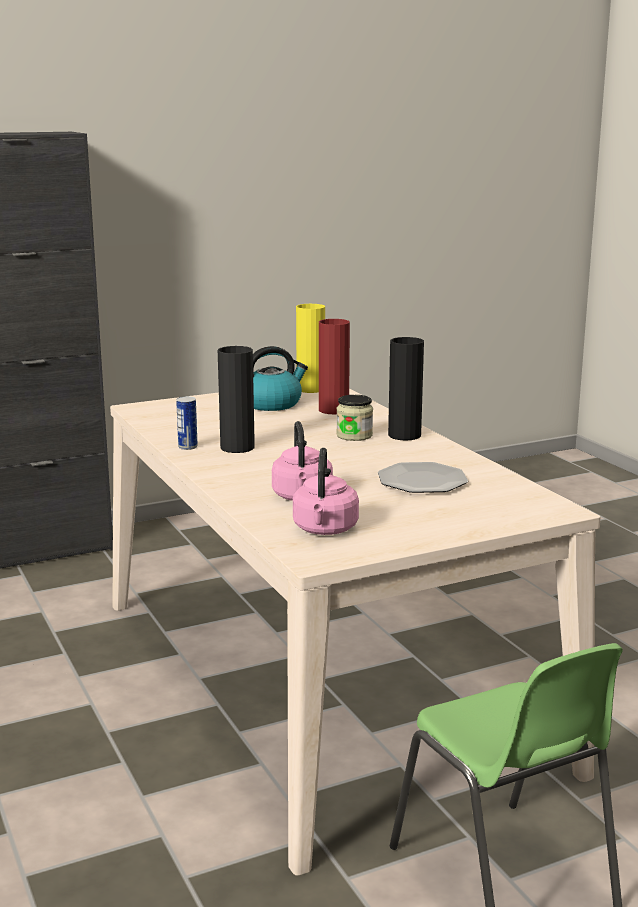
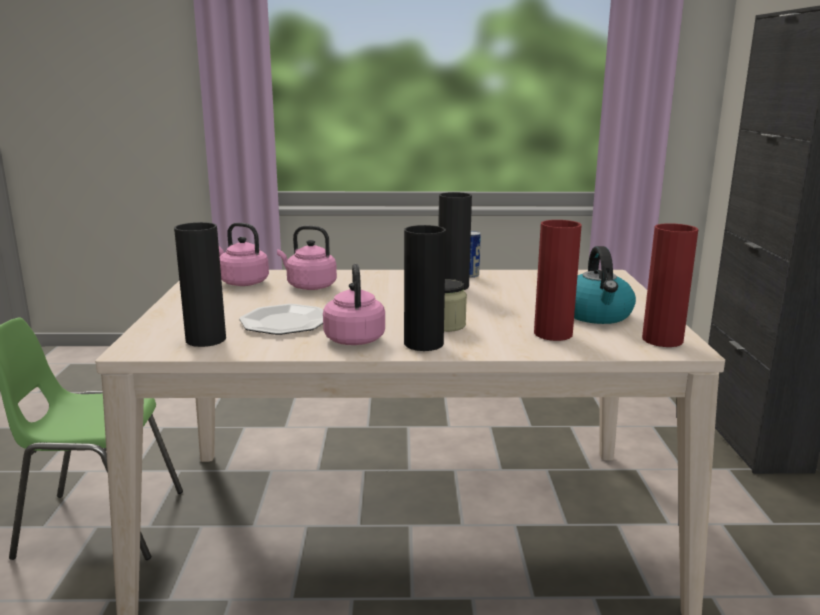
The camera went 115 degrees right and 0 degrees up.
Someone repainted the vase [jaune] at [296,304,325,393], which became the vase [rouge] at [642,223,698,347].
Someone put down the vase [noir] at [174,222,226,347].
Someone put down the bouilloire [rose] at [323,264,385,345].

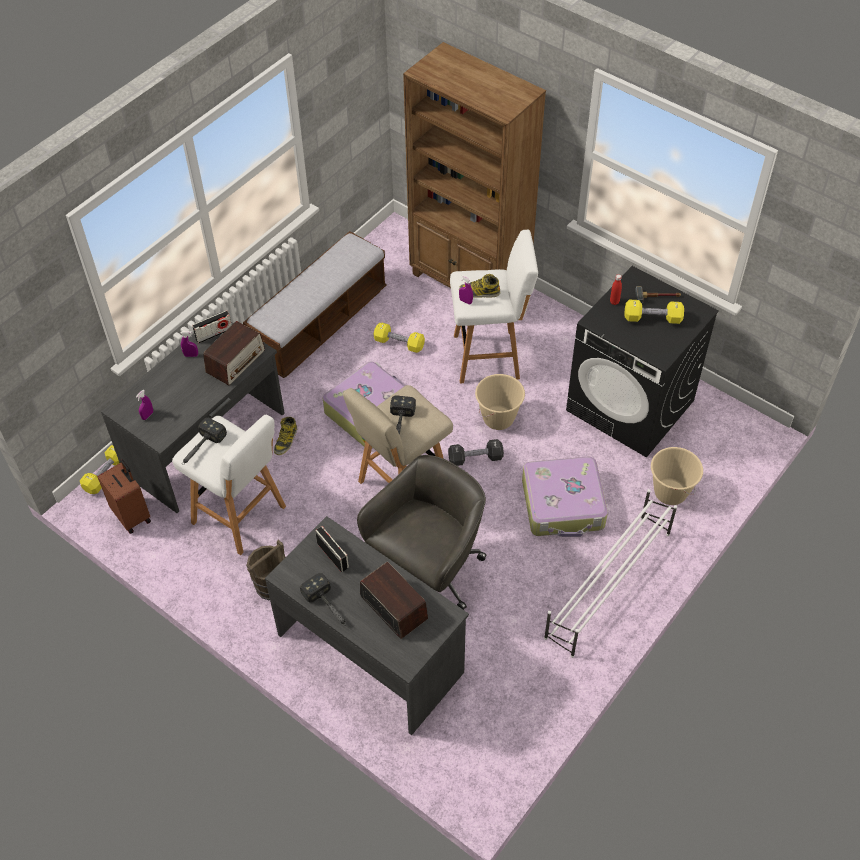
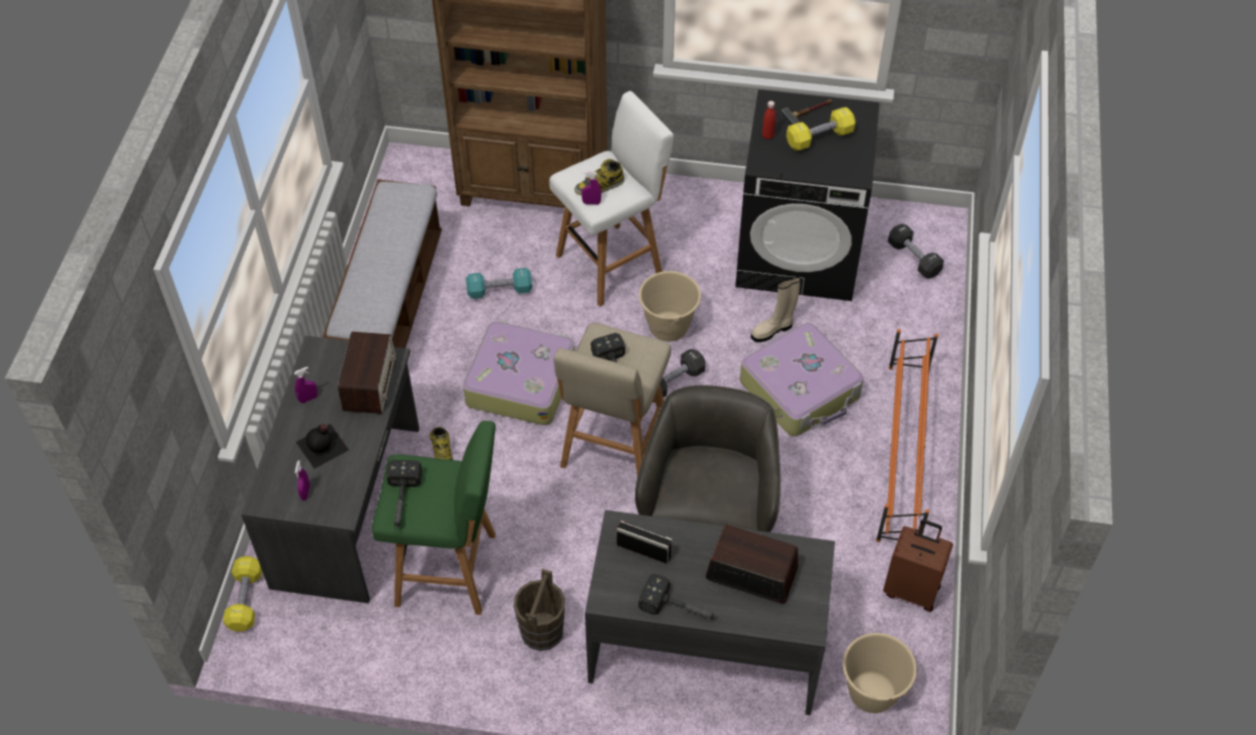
The camera went 30 degrees left and 0 degrees up.
Someone took away the radio at [192,310,232,344].
Someone repainted the haltère [jaune] at [373,323,425,353], which became the haltère [turquoise] at [466,268,532,299].
Someone repainted the tabouret [blanc] at [172,414,286,555], which became the tabouret [vert] at [372,421,496,615].
Someone carried the seau [beige] from [651,447,703,505] to [843,633,917,713].
Someone carried the valise [marron] from [97,460,151,534] to [883,520,953,612].
Someone repainted the étagère à chaussures [blanc] at [544,489,677,658], which became the étagère à chaussures [orange] at [876,329,938,542].
Someone put down the haltère [noir] at [888,224,944,279].
Someone put down the botte [beige] at [751,277,800,342].
Someone put down the bouteille [noir] at [296,424,349,469].

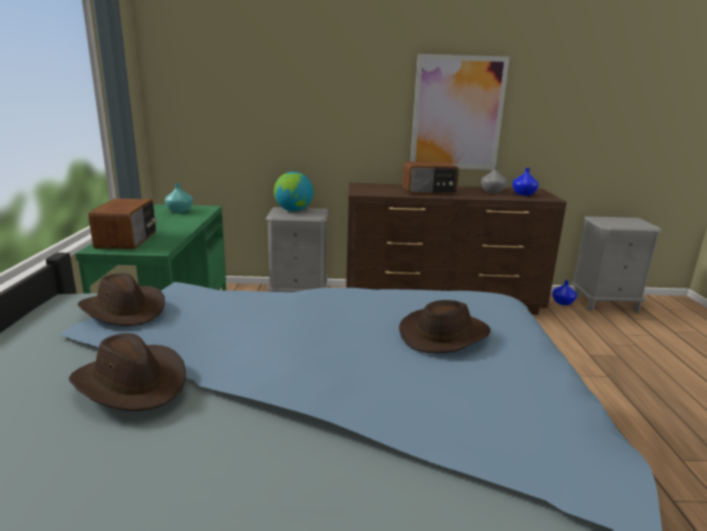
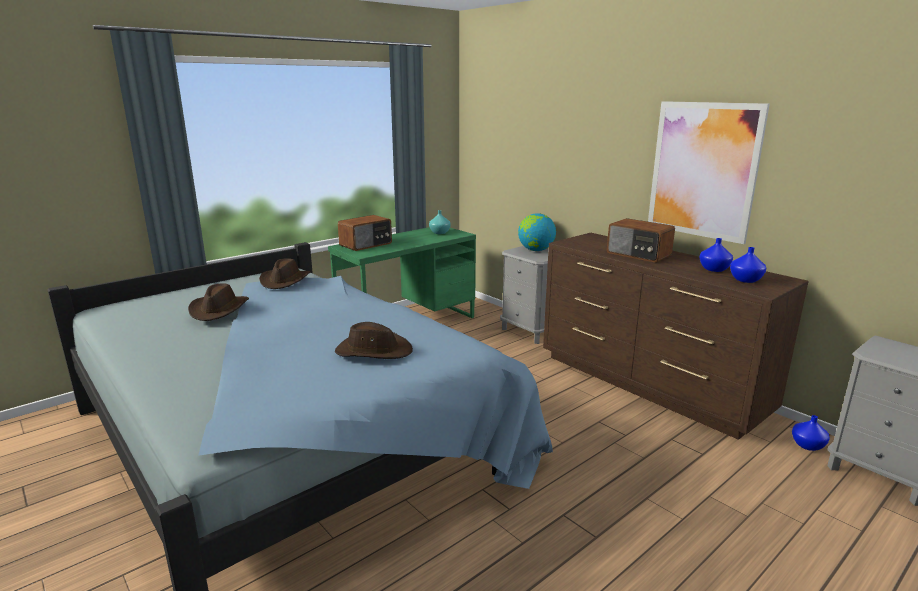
The camera went 50 degrees right and 0 degrees up.
Someone repainted the vase [gris] at [481,166,507,193], which became the vase [bleu] at [700,238,733,272].

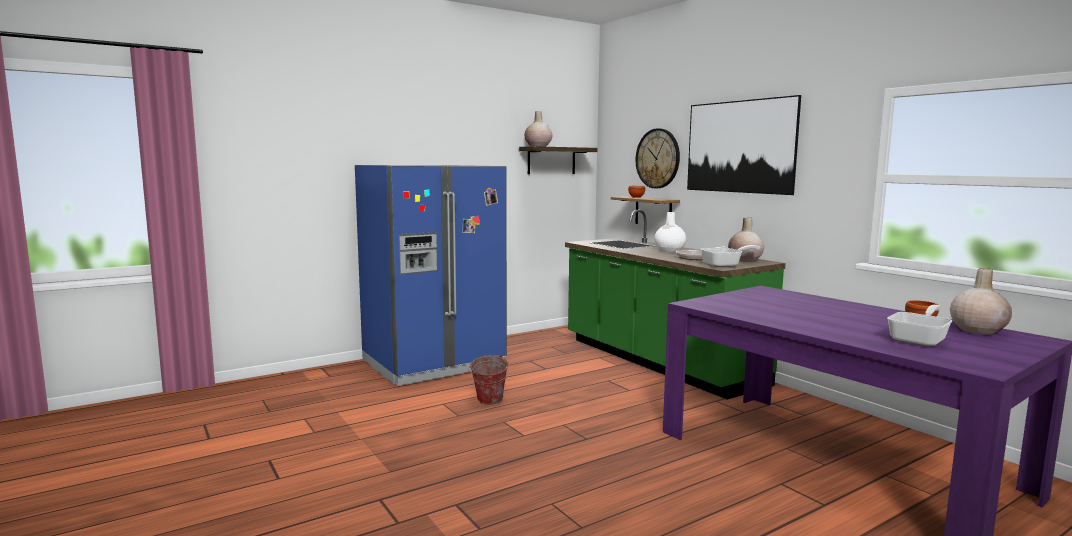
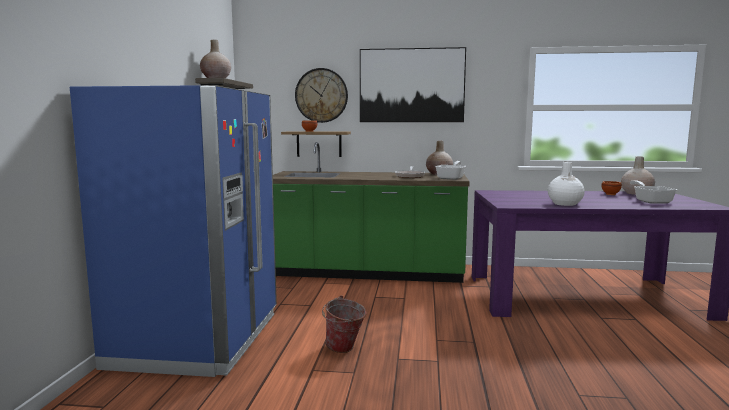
The camera went 50 degrees left and 0 degrees up.
Someone carried the vase [blanc] from [654,212,686,252] to [548,162,585,206].

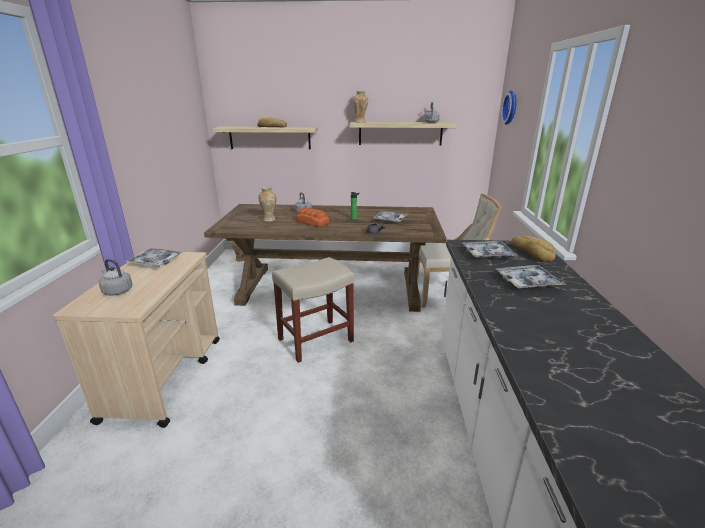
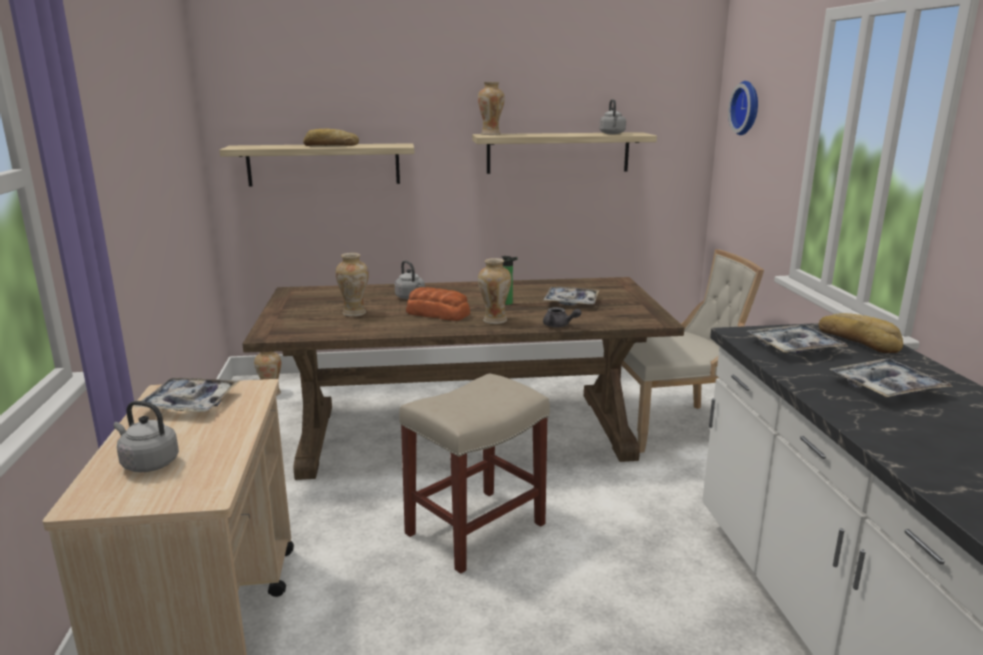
The camera went 10 degrees left and 5 degrees down.
Someone put down the vase at [478,258,511,324].

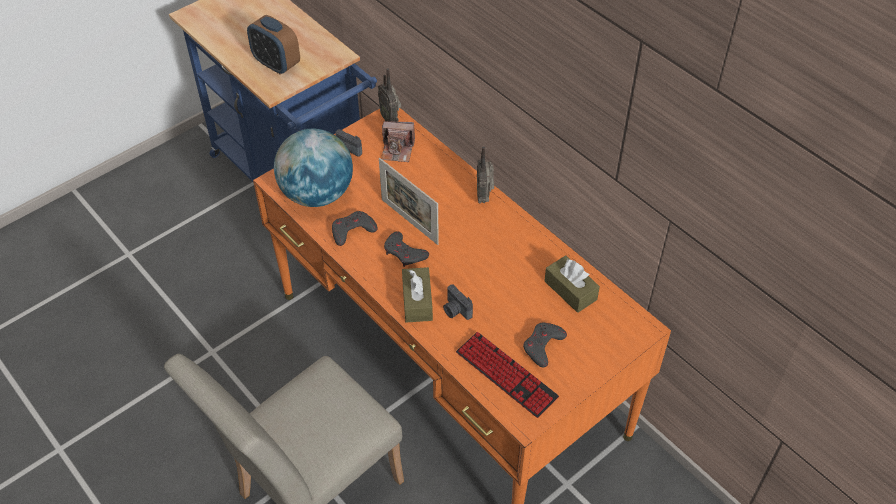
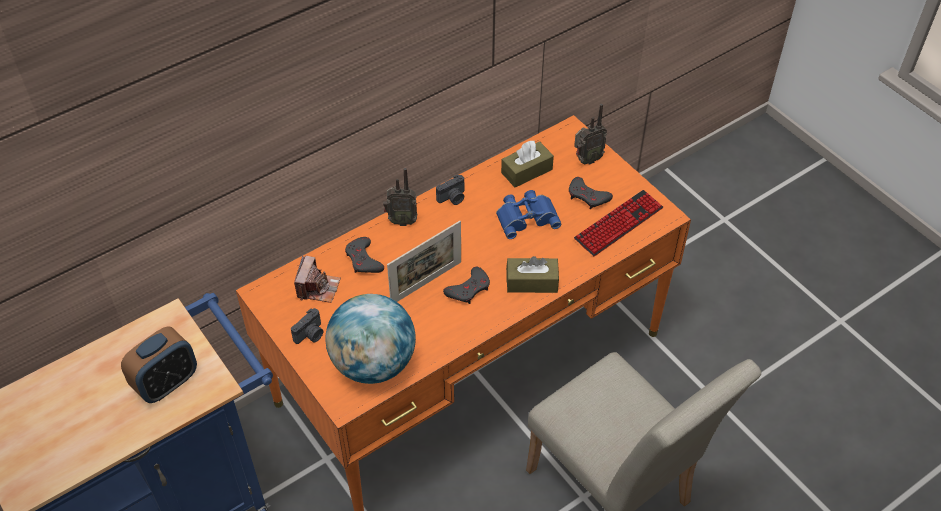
The camera went 85 degrees left and 0 degrees up.
Someone carried the radio from [378,68,401,122] to [574,104,607,164].
Someone carried the manette [gris] from [332,211,377,246] to [345,237,384,273].
Someone carried the appareil photo from [443,284,473,320] to [436,175,464,205].
Someone put down the jumelles [bleu] at [496,190,561,239].

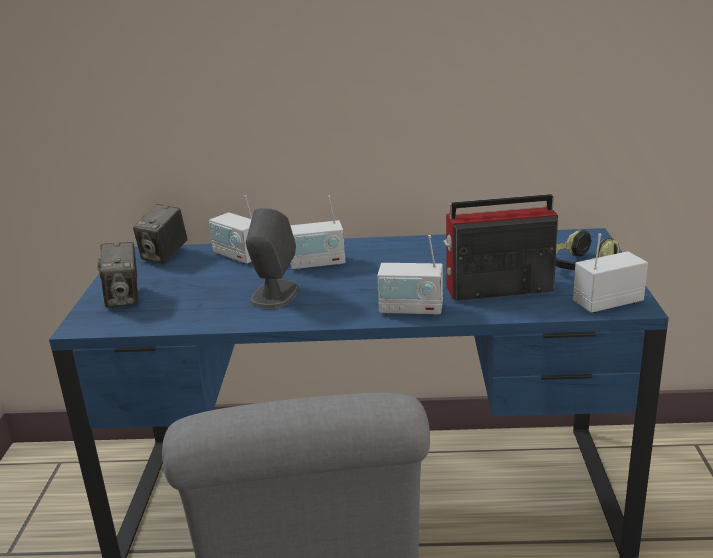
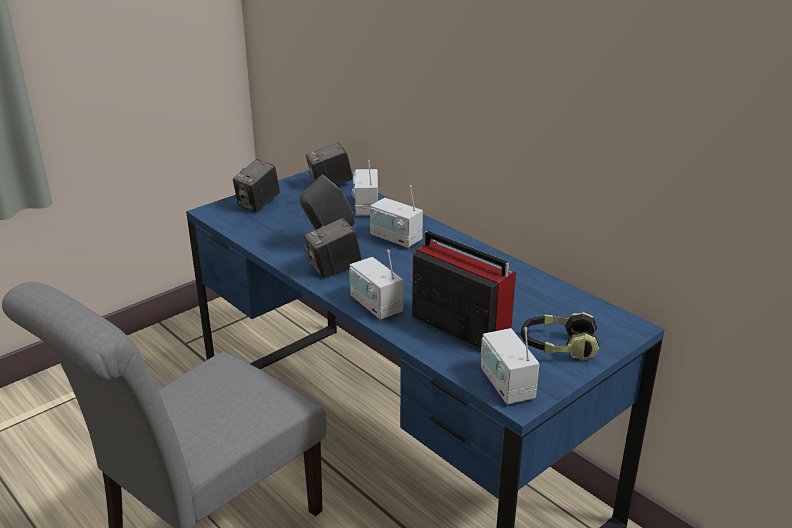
The camera went 45 degrees right and 5 degrees up.
Someone rotated the radio at [573,234,648,314] by 135 degrees counterclockwise.
Someone put down the appareil photo at [304,218,362,278].

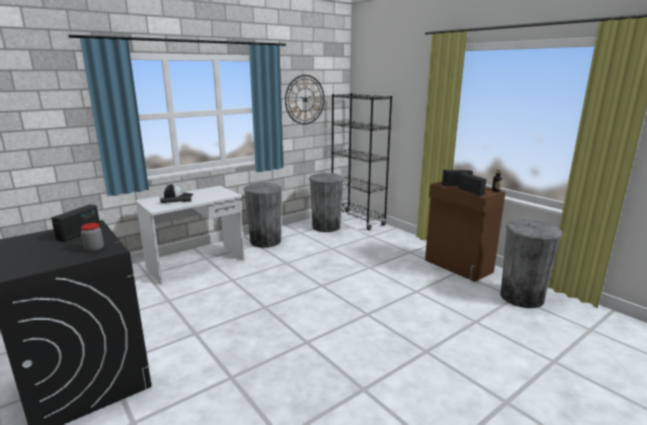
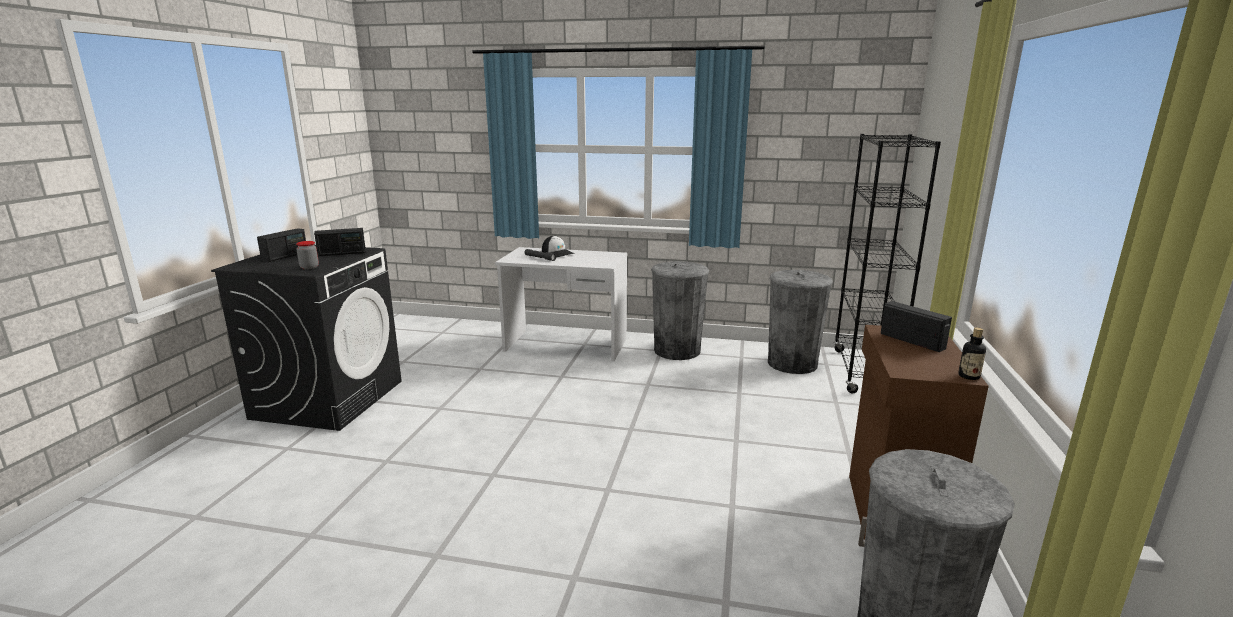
The camera went 50 degrees right and 0 degrees up.
Someone took away the horloge murale at [285,75,324,124].
Someone carried the radio from [459,173,486,196] to [257,228,306,262].

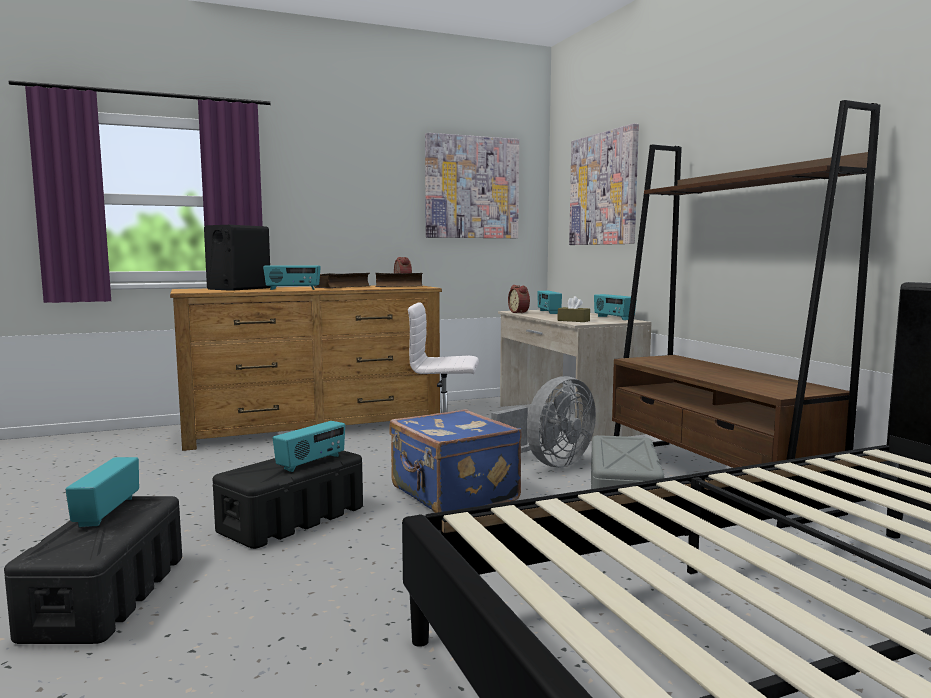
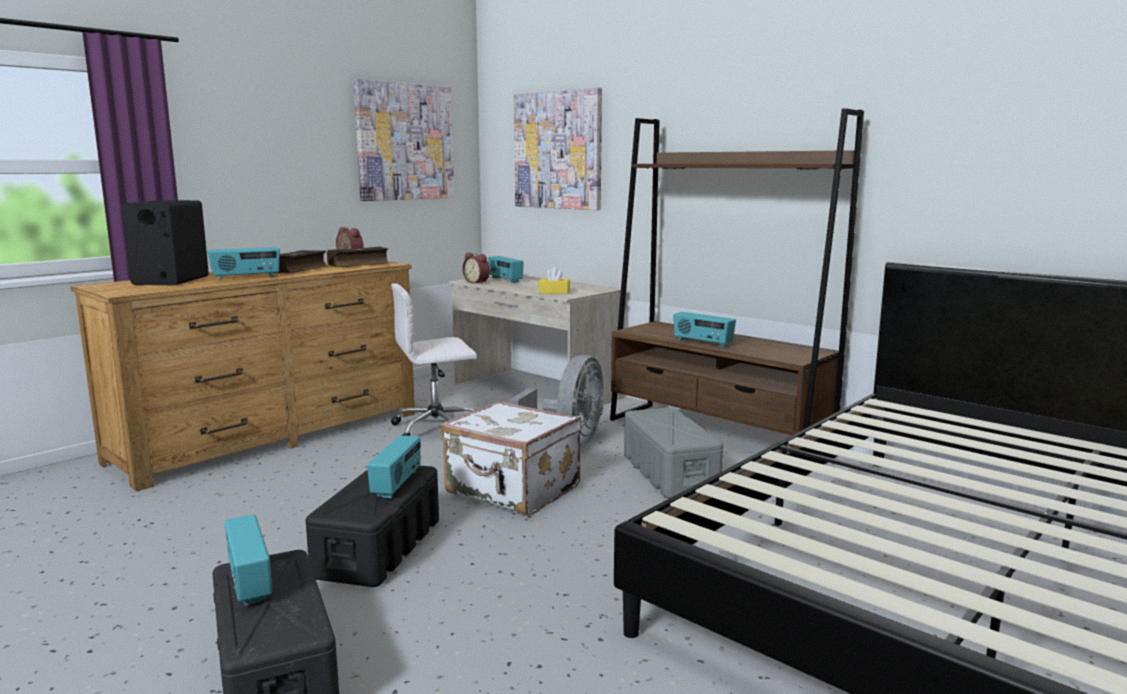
The camera went 25 degrees left and 5 degrees up.
Someone carried the radio from [594,294,637,320] to [673,312,736,348].
Someone repainted the boîte à mouchoirs [marron] at [558,296,590,322], which became the boîte à mouchoirs [jaune] at [539,267,570,294].
Someone repainted the valise [bleu] at [389,409,522,513], which became the valise [blanc] at [441,401,581,516].

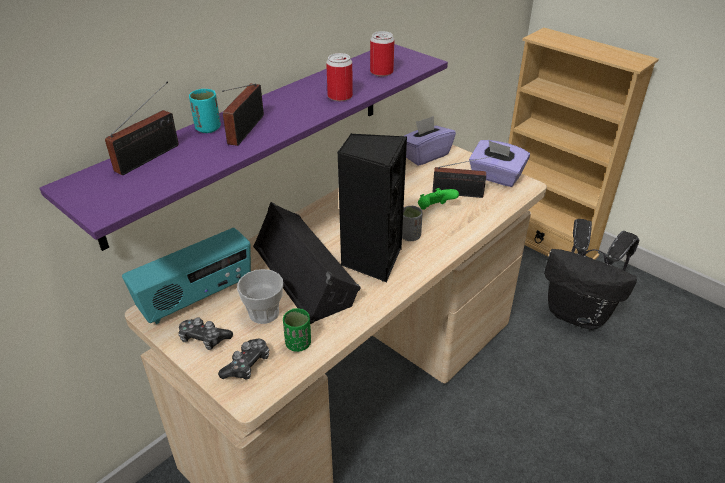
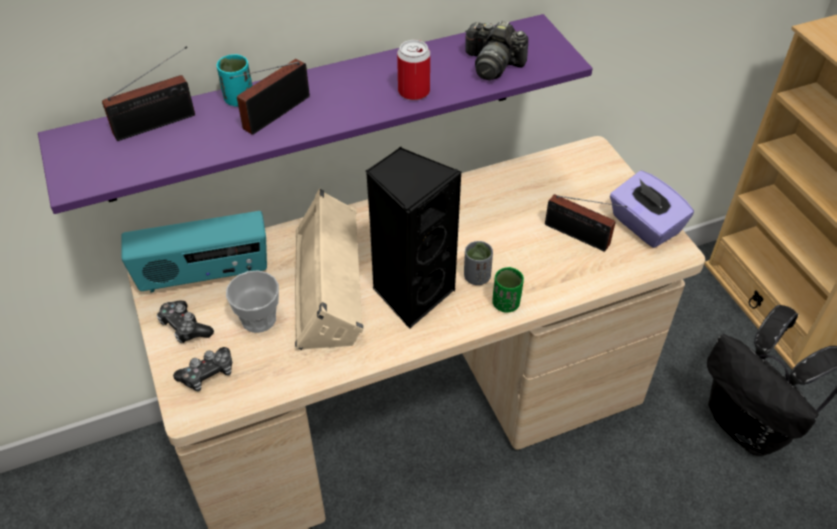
The camera went 25 degrees right and 10 degrees up.
Someone swapped the boîte métallique at [370,31,394,76] for the appareil photo at [465,20,528,80].
Someone took away the boîte à mouchoirs [violet] at [404,116,456,166].
Someone took away the manette [vert] at [418,188,459,210].
Someone repainted the enceinte [noir] at [253,202,361,324], which became the enceinte [beige] at [295,188,364,351].
Someone carried the tasse [vert] from [283,308,311,352] to [492,267,524,312].

